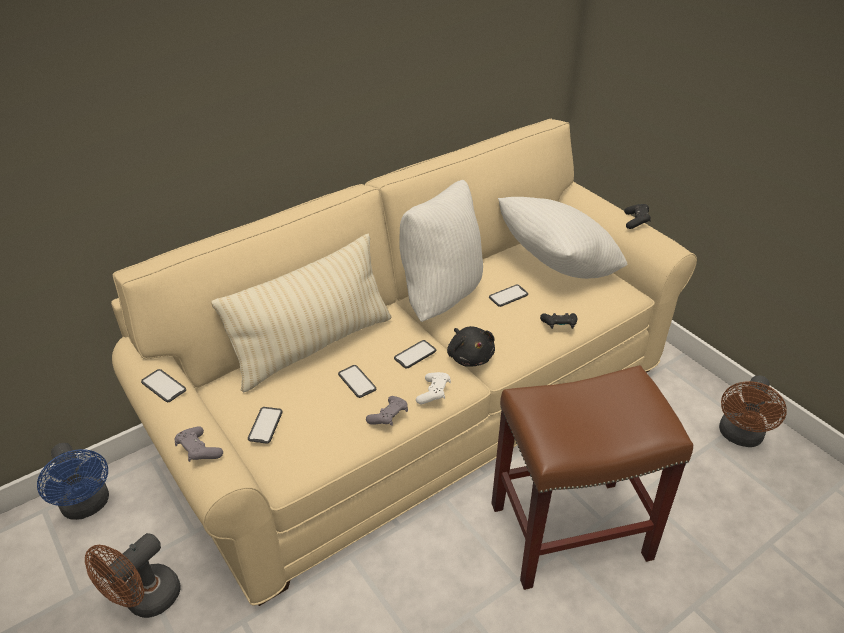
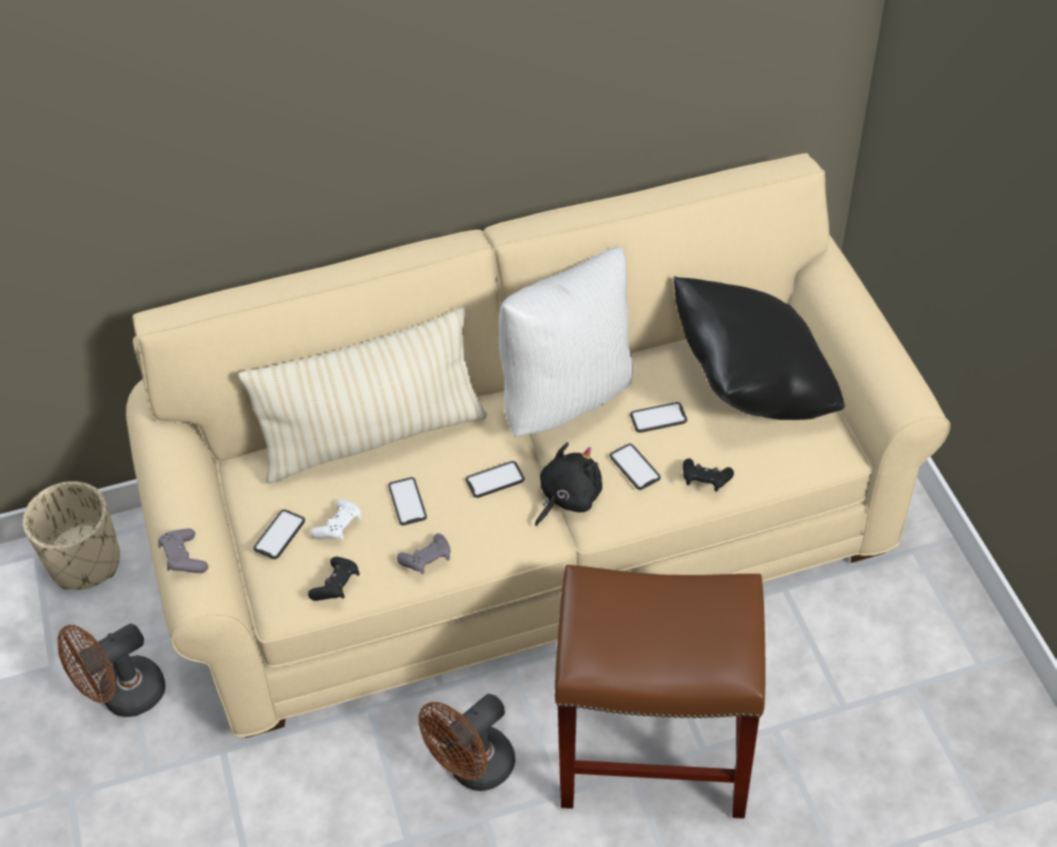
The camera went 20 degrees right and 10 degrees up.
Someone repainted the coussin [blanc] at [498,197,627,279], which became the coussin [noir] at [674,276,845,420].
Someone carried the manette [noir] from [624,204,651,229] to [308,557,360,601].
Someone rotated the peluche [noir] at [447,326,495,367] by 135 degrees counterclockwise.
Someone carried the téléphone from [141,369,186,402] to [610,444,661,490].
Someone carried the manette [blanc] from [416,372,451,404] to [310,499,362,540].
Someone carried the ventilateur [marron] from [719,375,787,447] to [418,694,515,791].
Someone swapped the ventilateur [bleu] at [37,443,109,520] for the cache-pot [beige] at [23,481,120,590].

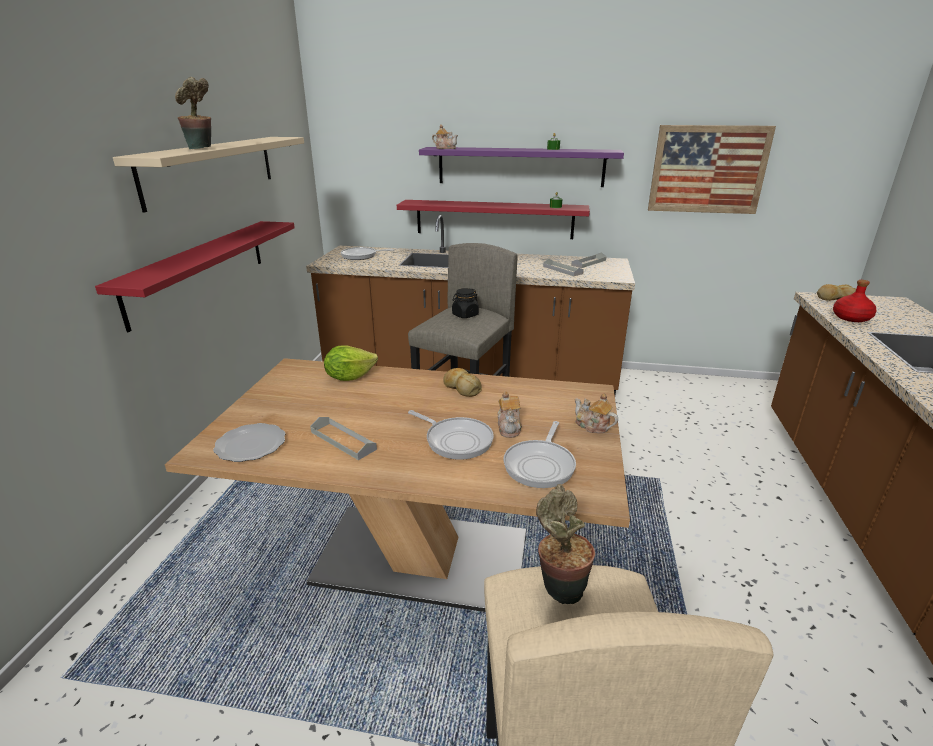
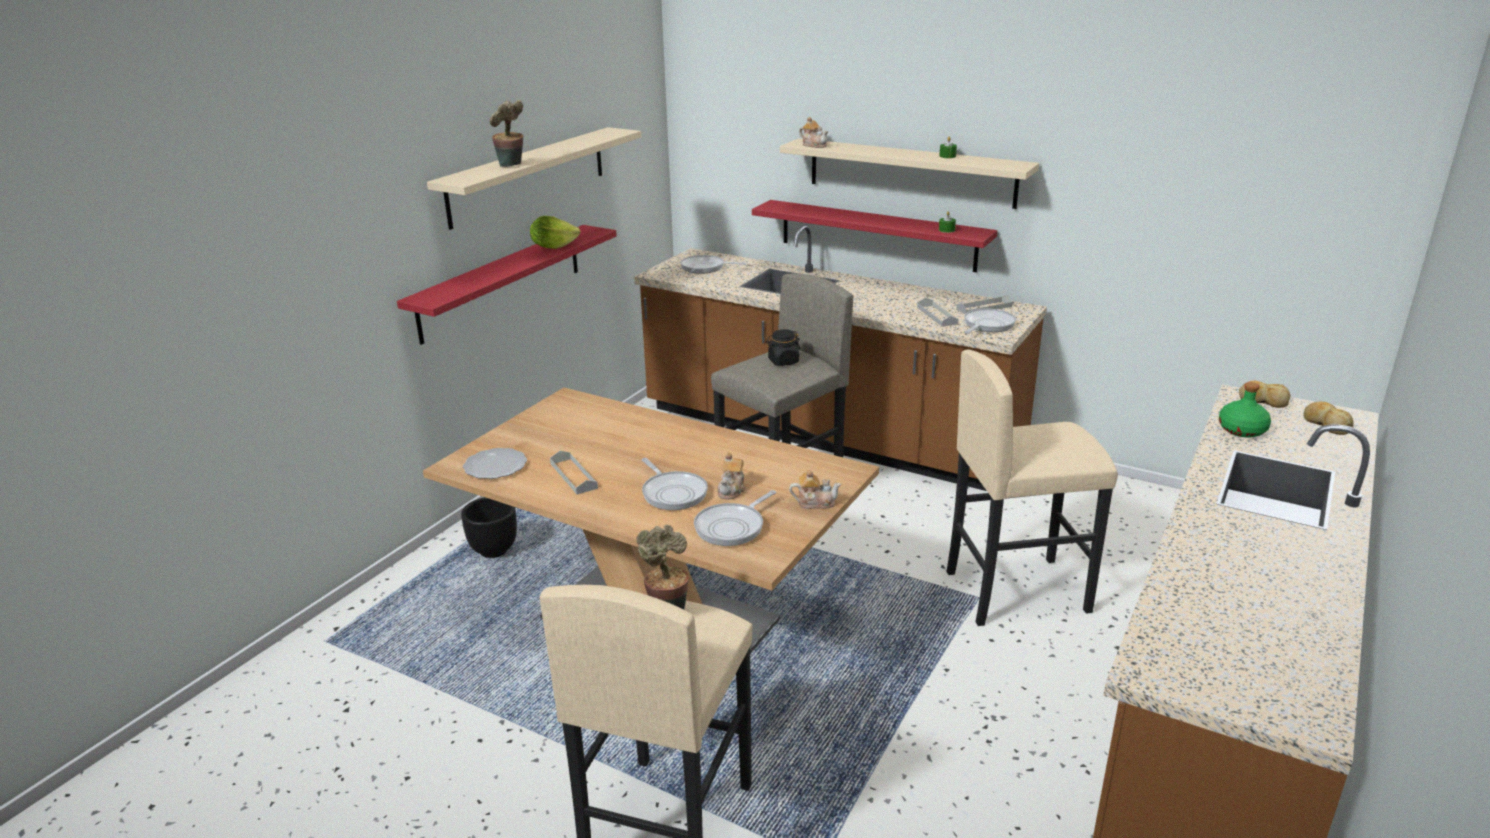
The camera went 20 degrees right and 0 degrees up.
Someone took away the tableau at [648,125,776,214].
Someone repainted the étagère [violet] at [419,147,624,187], which became the étagère [beige] at [780,138,1039,209].
Someone repainted the bouteille [rouge] at [833,280,877,322], which became the bouteille [vert] at [1219,382,1271,438].
Someone carried the laitue from [324,345,378,381] to [530,216,580,249].
Someone carried the pain from [443,368,482,397] to [1304,402,1354,435].
Someone rotated the théière at [575,393,618,433] by 120 degrees clockwise.
Someone put down the poêle at [964,309,1016,334].
Someone put down the tabouret [beige] at [946,349,1118,626].
Someone put down the cache-pot [noir] at [461,497,517,558].

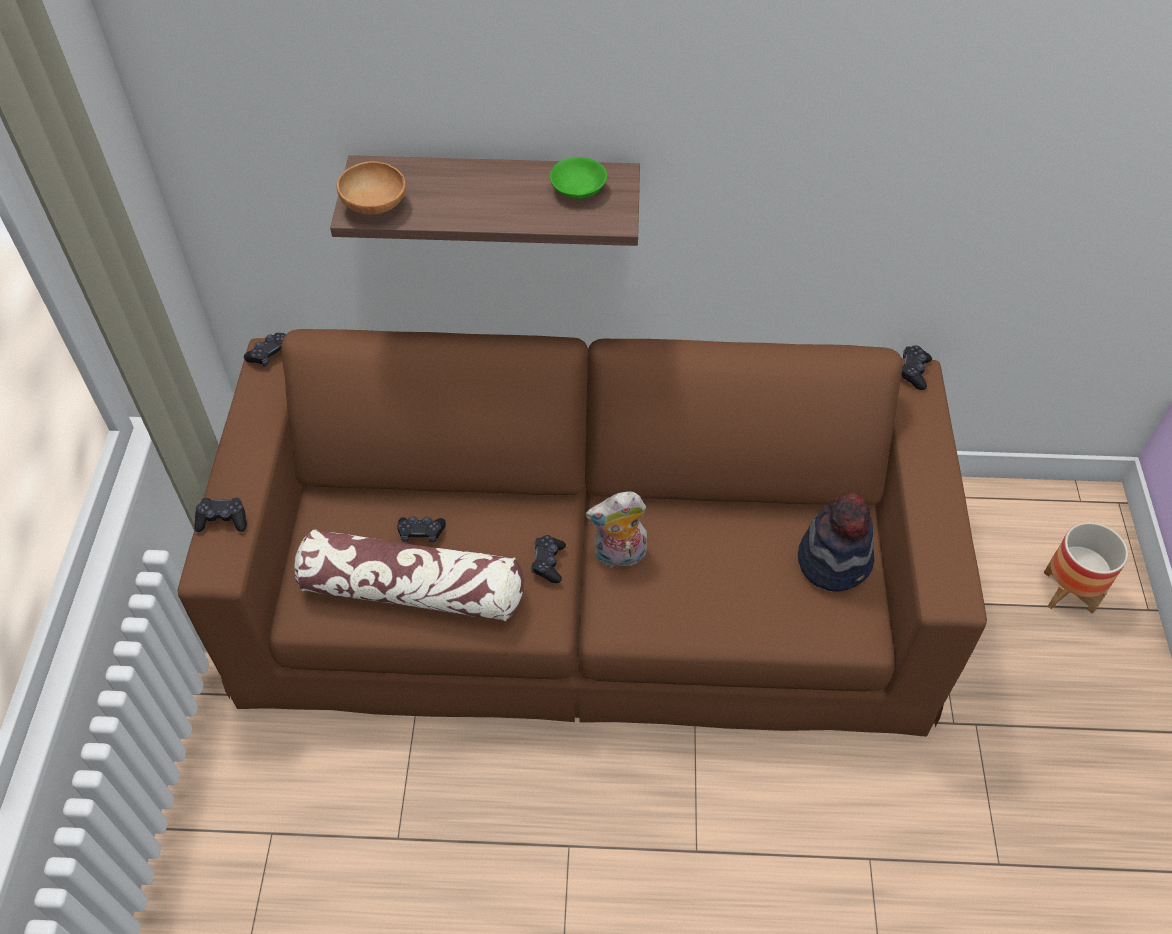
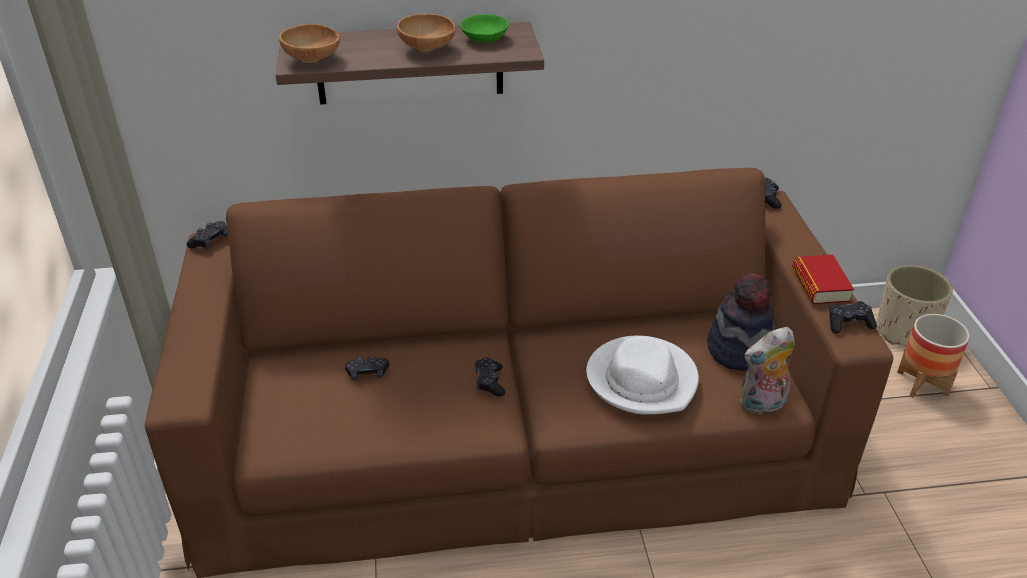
The camera went 10 degrees left and 15 degrees down.
Someone carried the peluche from [585,491,647,570] to [740,327,795,415].
Someone carried the manette [noir] from [194,498,247,532] to [829,301,877,334].
Someone took away the coussin at [294,529,524,621].
Someone put down the bol [marron] at [397,14,456,52].
Someone put down the livre at [792,255,854,304].
Someone put down the cache-pot [beige] at [877,265,953,347].
Someone put down the chapeau [blanc] at [586,336,699,415].

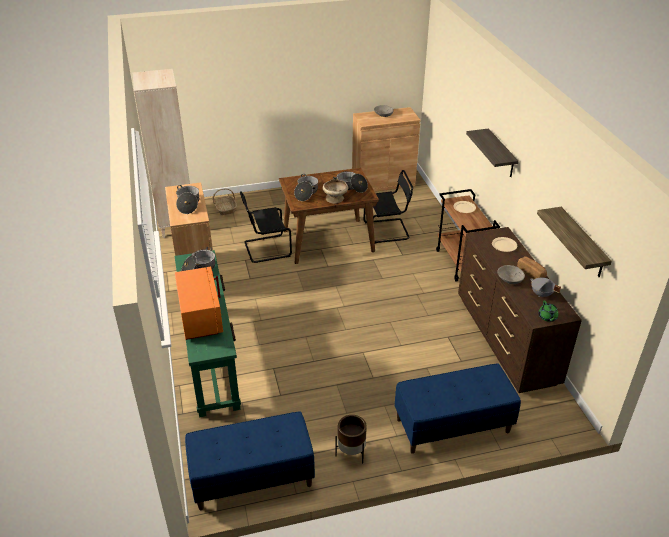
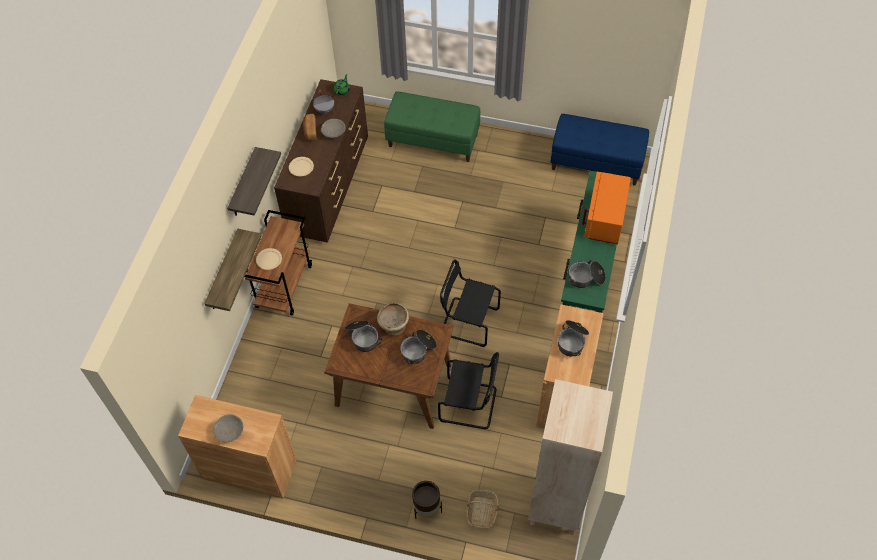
The camera went 150 degrees left and 20 degrees up.
Someone carried the chaise [noir] from [363,170,413,243] to [440,259,501,347].
Someone carried the étagère from [537,207,612,277] to [204,229,262,311].
Someone repainted the banc [bleu] at [395,364,521,454], which became the banc [vert] at [384,91,480,162].
Someone carried the cache-pot [marron] from [336,415,367,464] to [412,481,442,519].

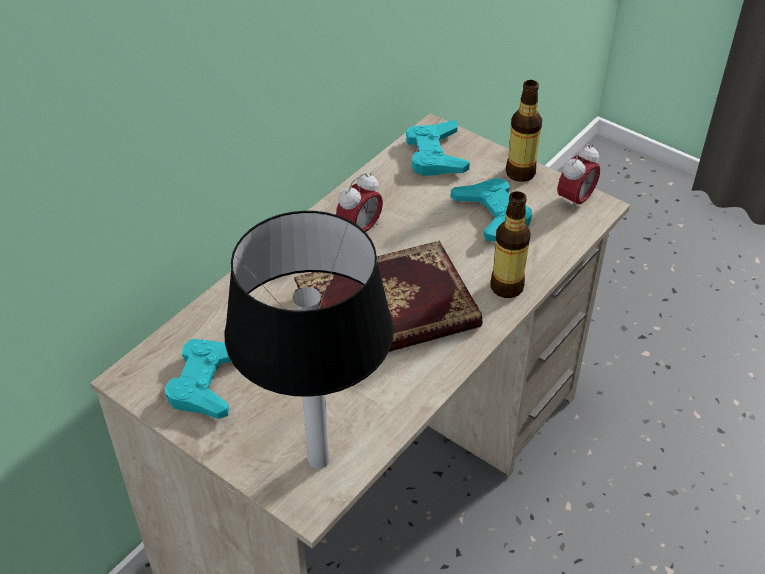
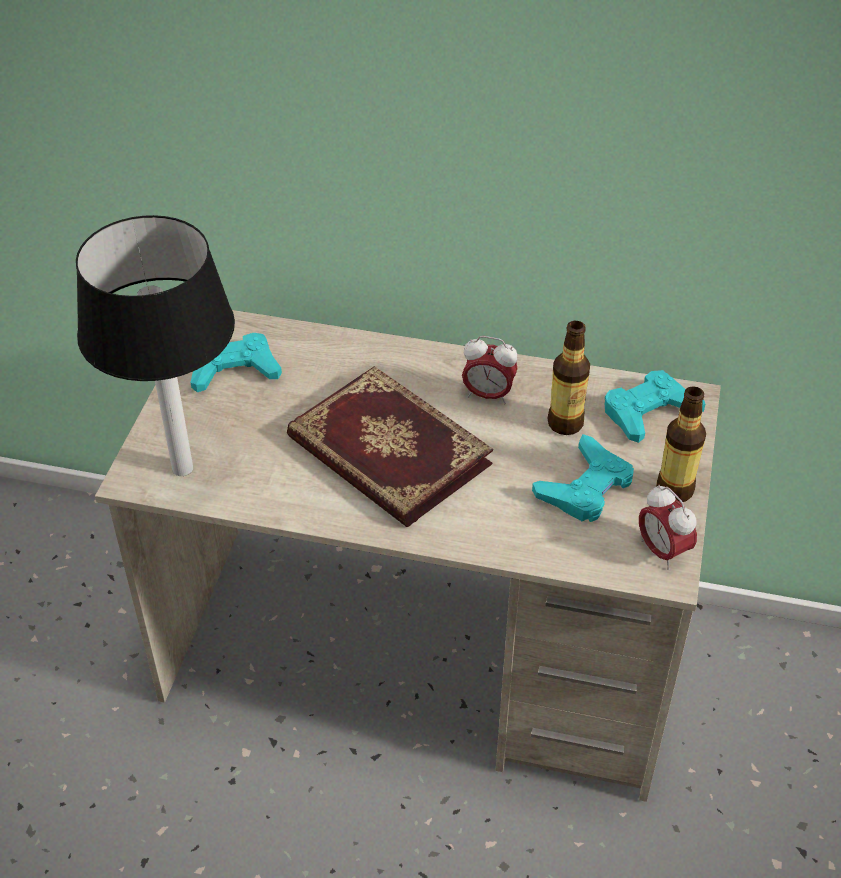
The camera went 65 degrees right and 0 degrees up.
Someone rotated the réveil at [557,144,600,213] by 45 degrees clockwise.
Someone carried the bouteille from [491,191,531,298] to [548,321,590,435].

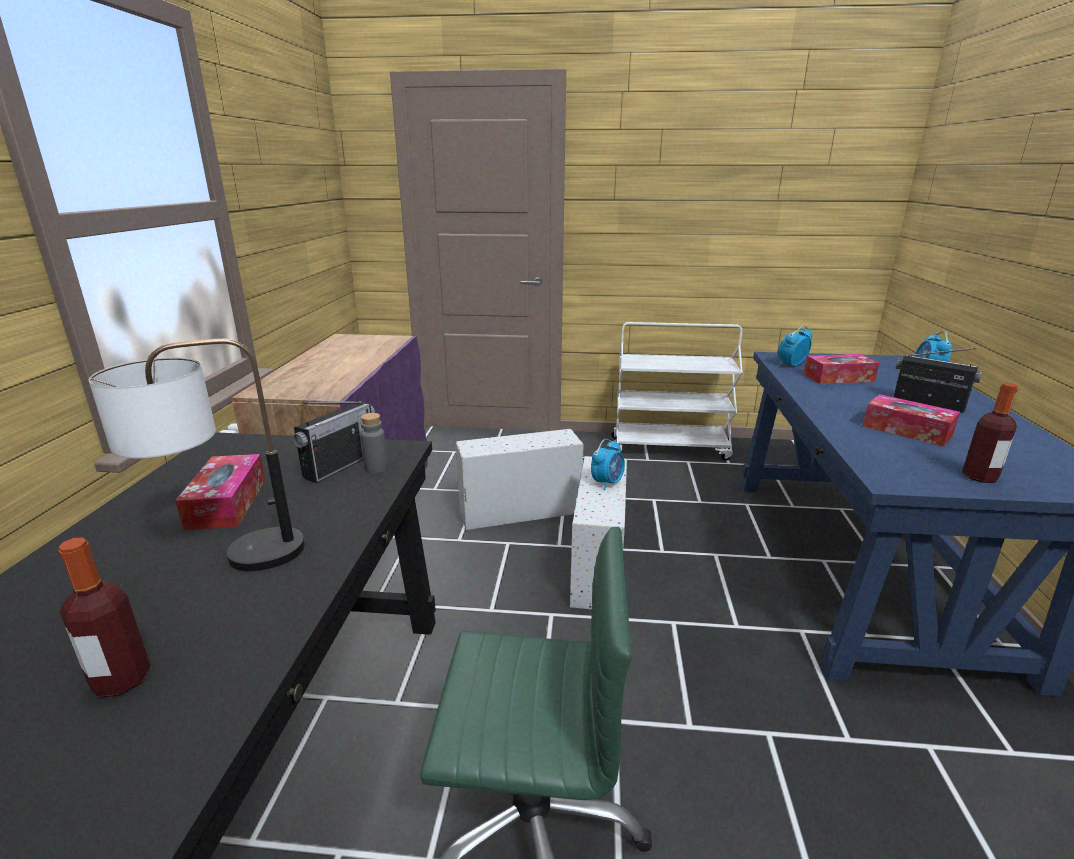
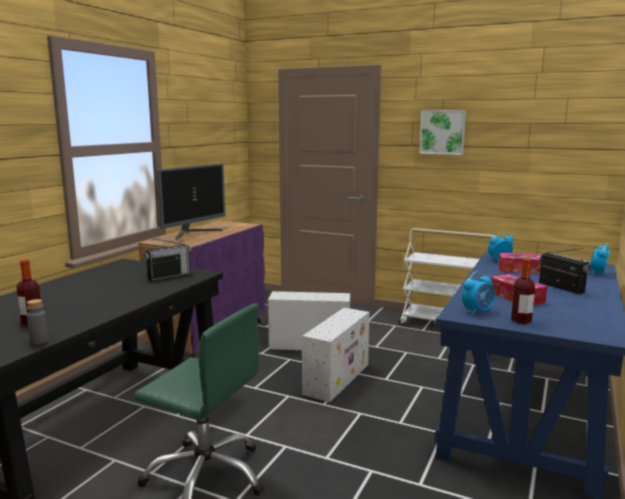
The camera went 20 degrees right and 10 degrees down.
Someone took away the lampe de table at [89,339,305,571].
Someone carried the bouteille [gris] from [361,413,388,474] to [27,299,48,344].
Someone carried the réveil from [591,439,625,491] to [462,271,495,316].
Someone took away the boîte à mouchoirs at [175,454,265,530].
Someone put up the tableau at [419,110,466,155].
Someone put down the écran d'ordinateur at [157,164,225,240].

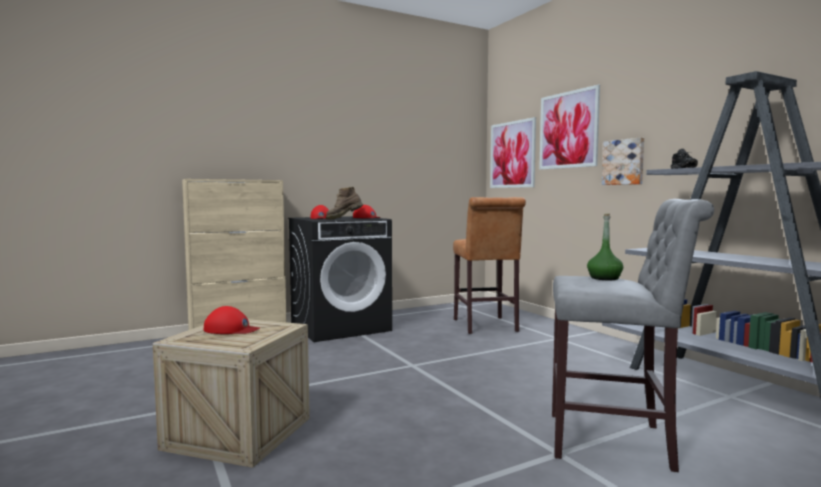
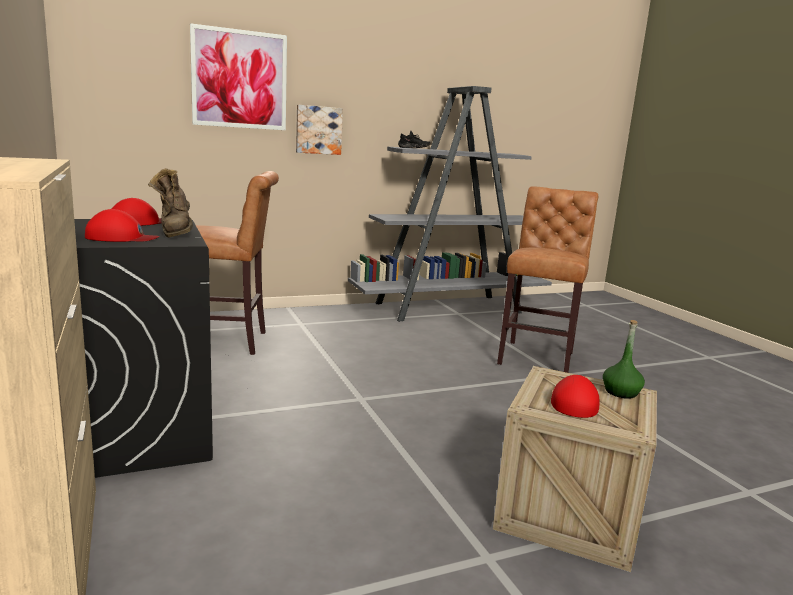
The camera went 85 degrees left and 10 degrees up.
Someone took away the tableau at [490,117,536,188].
Someone repainted the tabouret [gris] at [552,199,714,472], which became the tabouret [marron] at [497,186,598,373].
Someone carried the bouteille [vert] from [587,213,623,280] to [603,320,645,399].

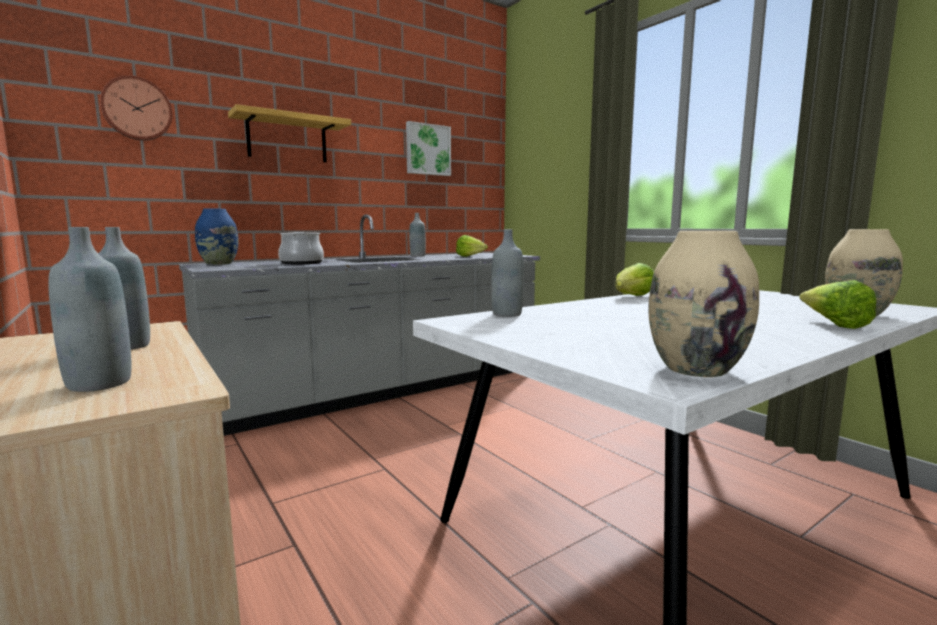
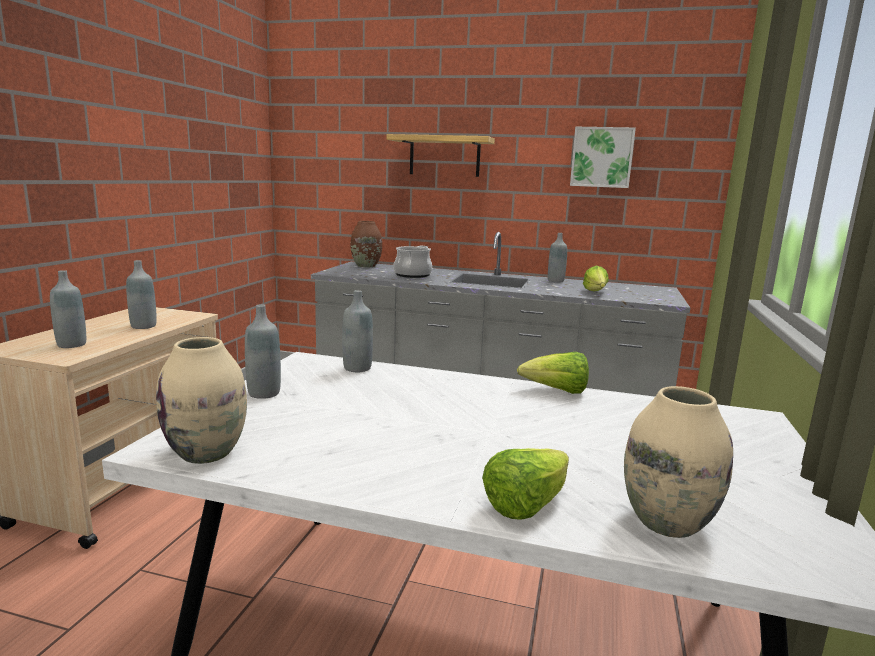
The camera went 50 degrees right and 5 degrees up.
Someone took away the horloge murale at [100,75,173,141].
Someone repainted the vase [bleu] at [195,208,239,265], which became the vase [marron] at [351,221,382,267].
Someone put down the bouteille [gris] at [245,304,281,399].

